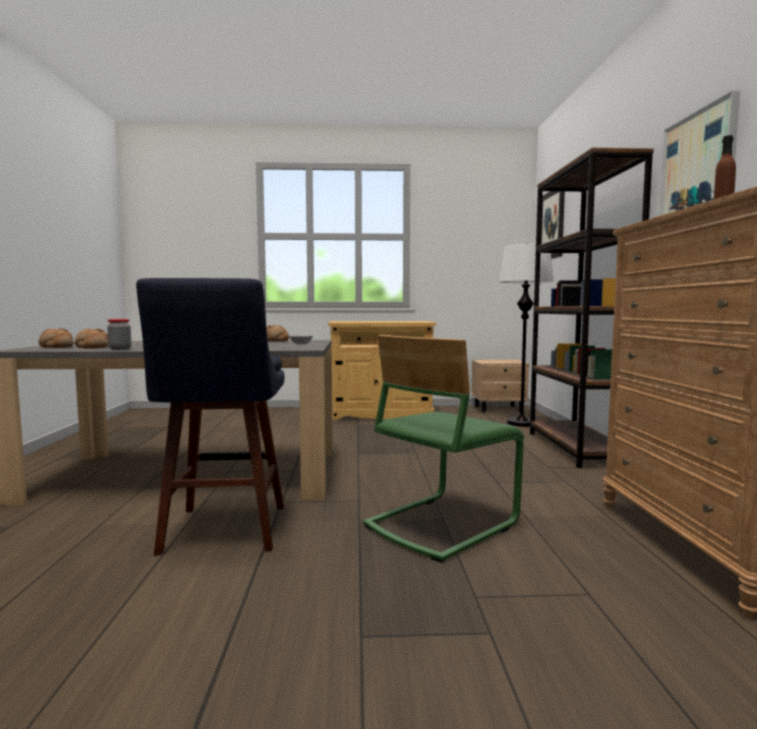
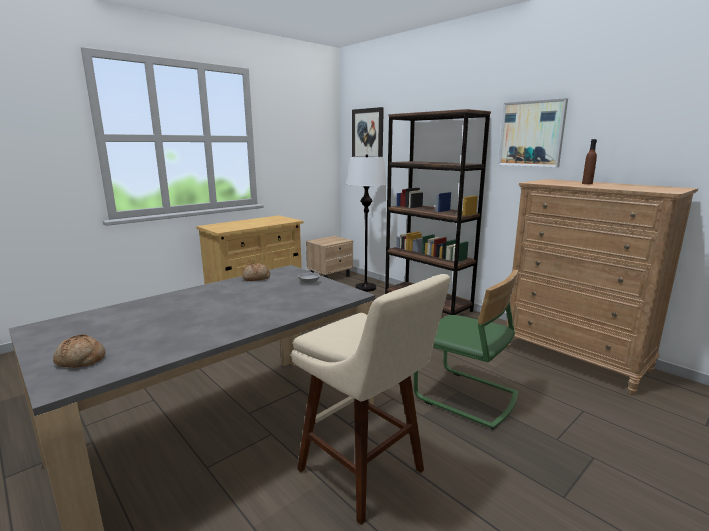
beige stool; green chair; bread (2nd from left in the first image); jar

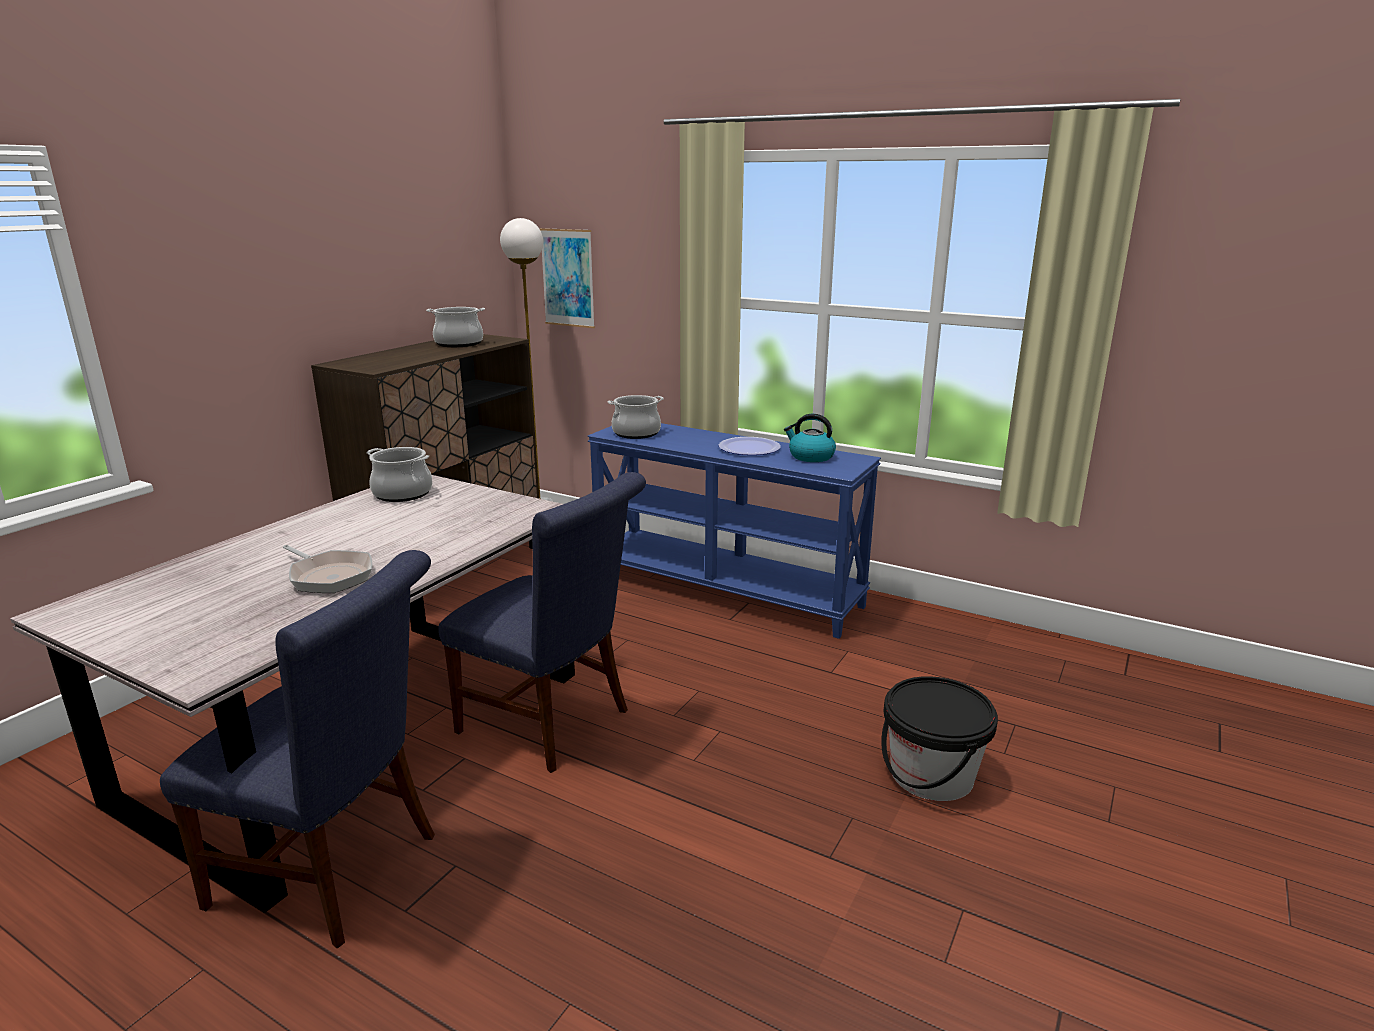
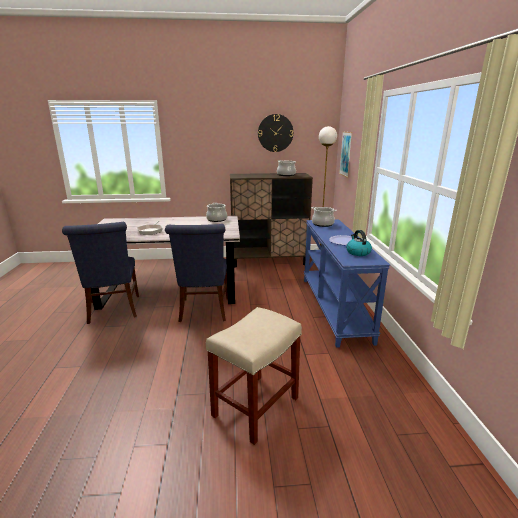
beige stool; wall clock

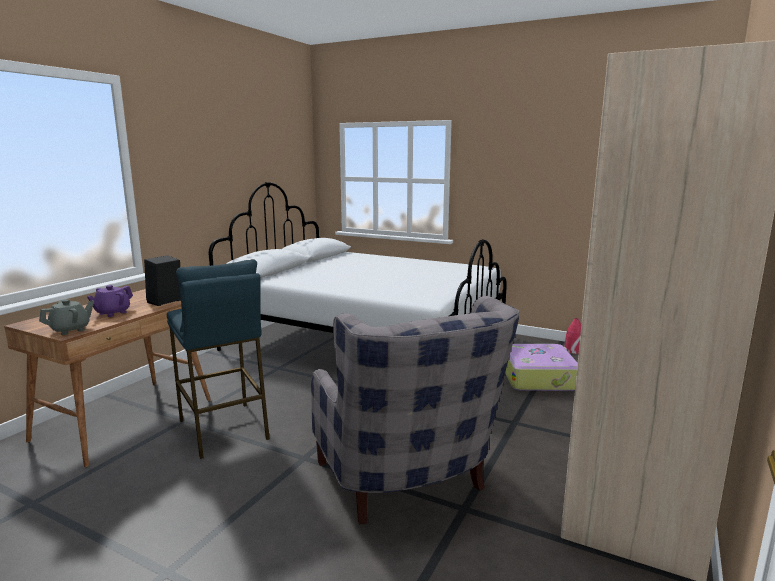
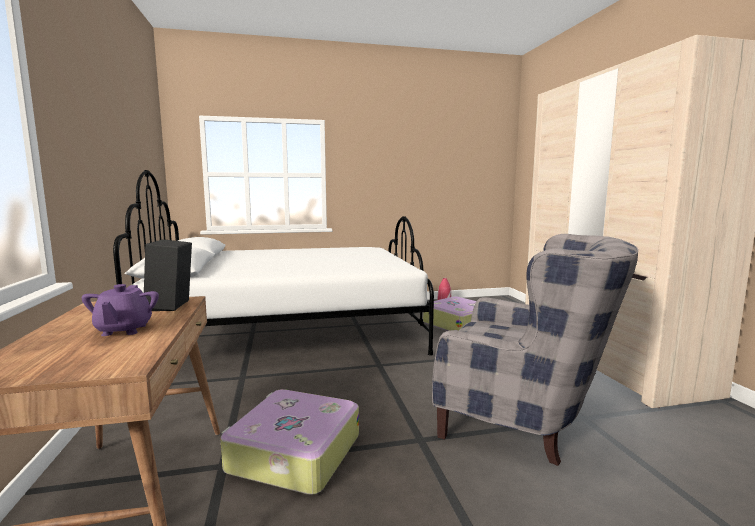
suitcase (1st from left); grey teapot

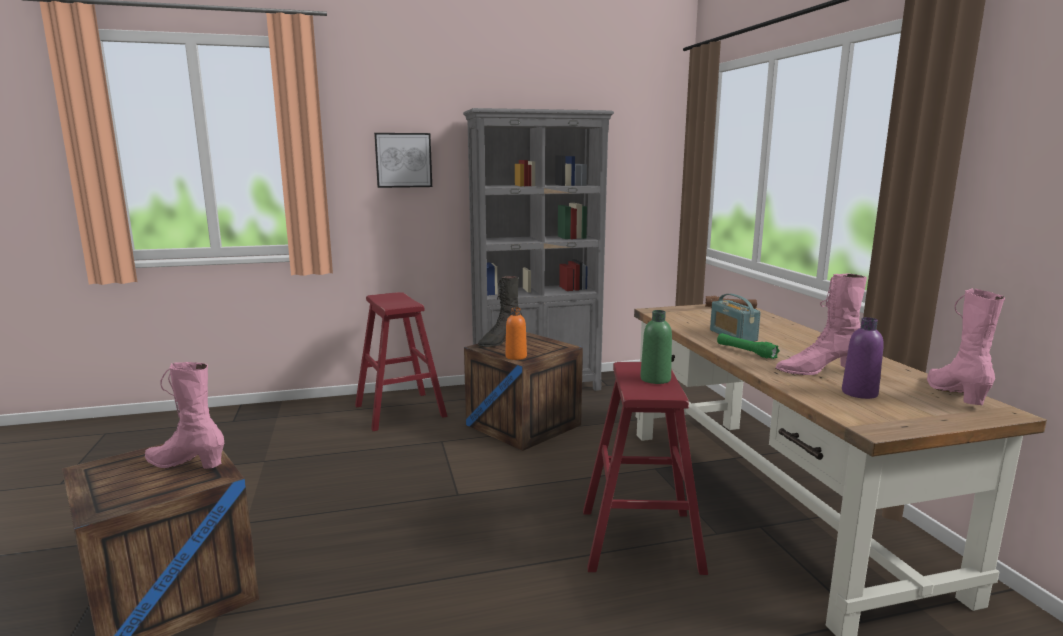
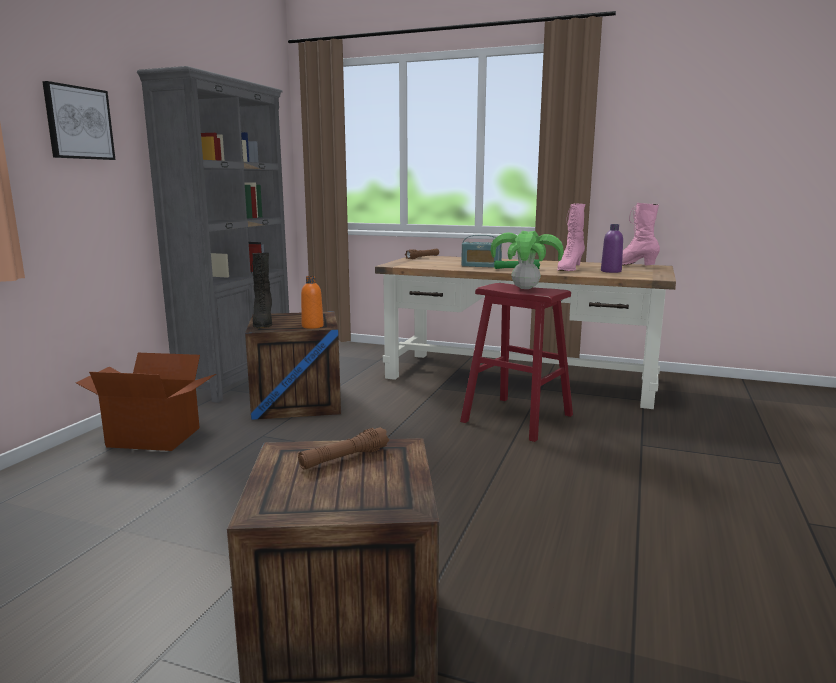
cardboard box; brown flashlight (1st from left); potted plant

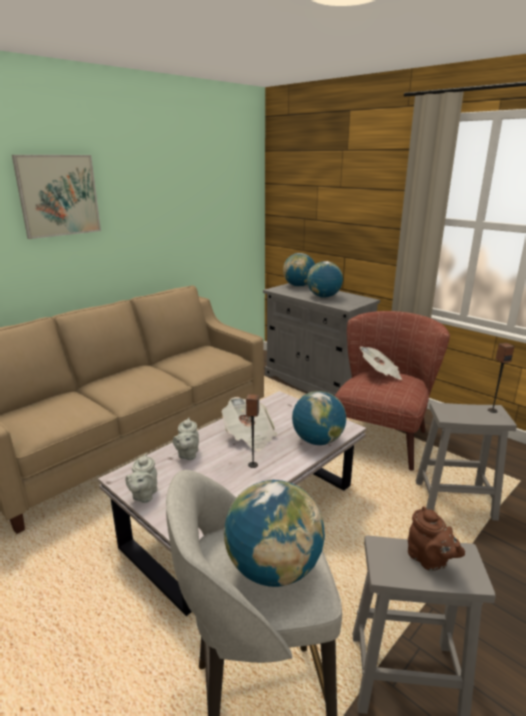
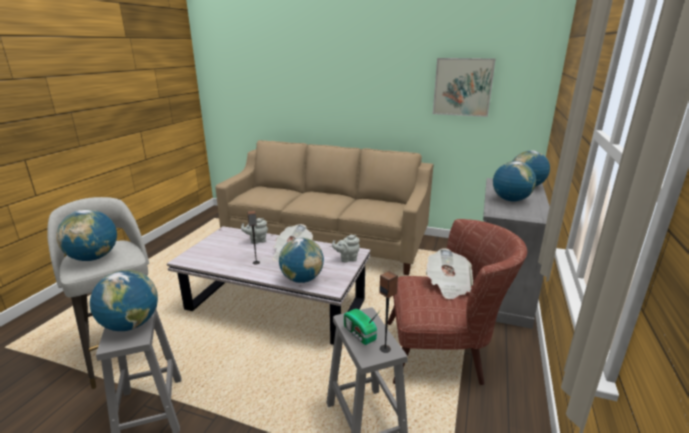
globe (2nd from left); grey teapot (2nd from left); radio; picture

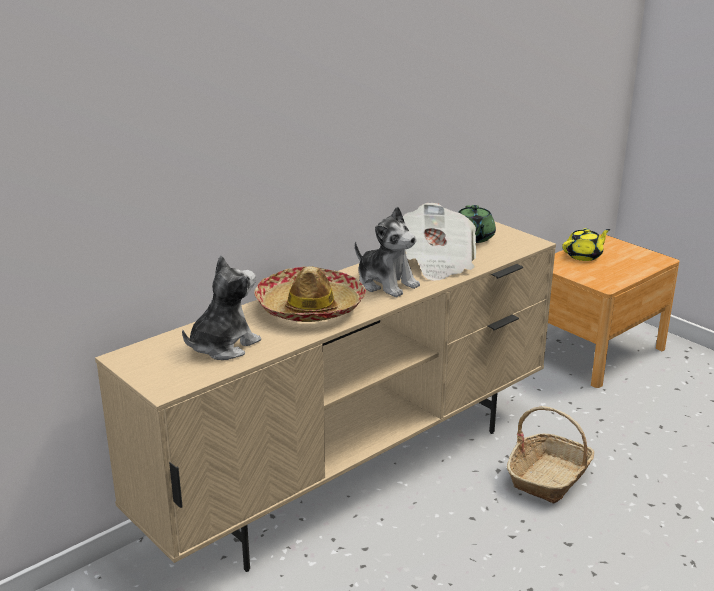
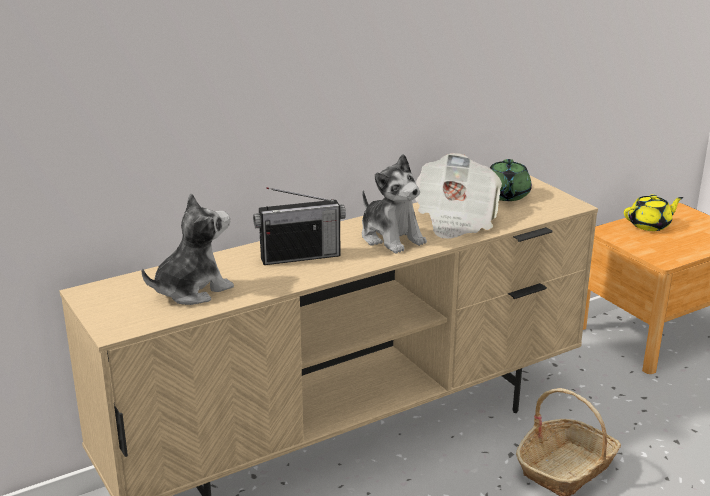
radio

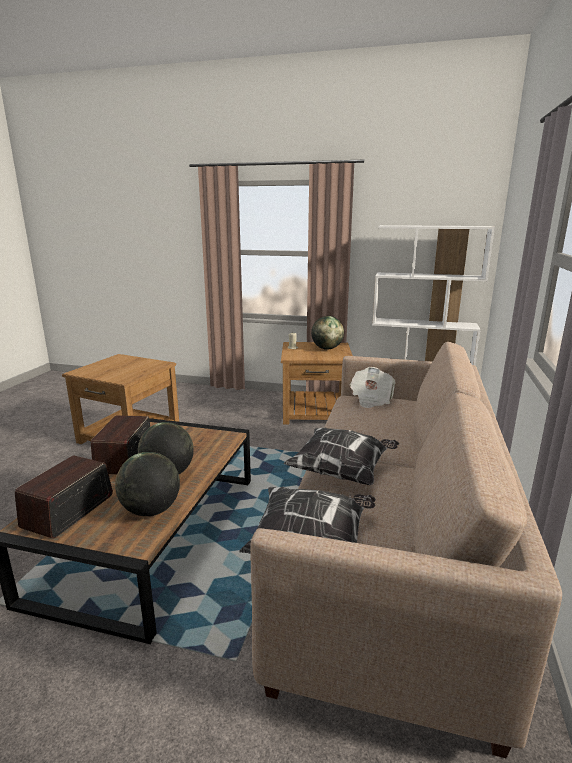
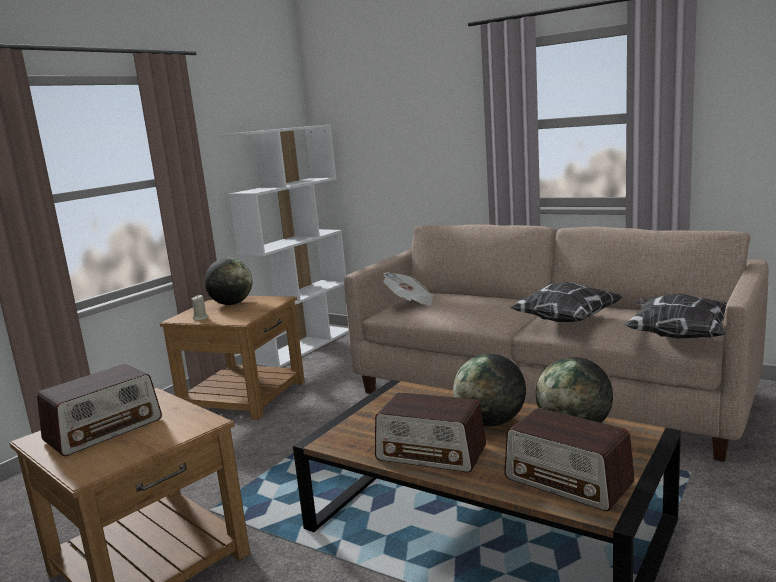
radio (1st from left)

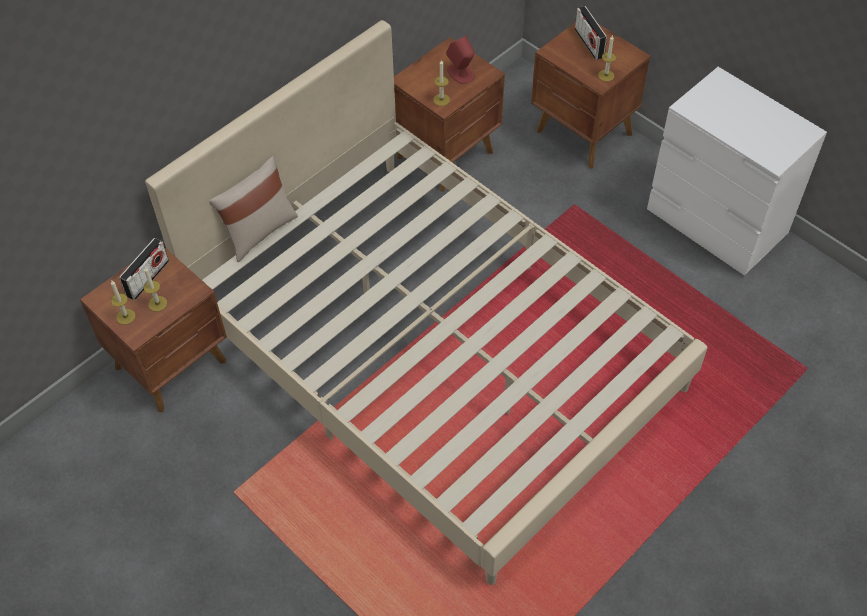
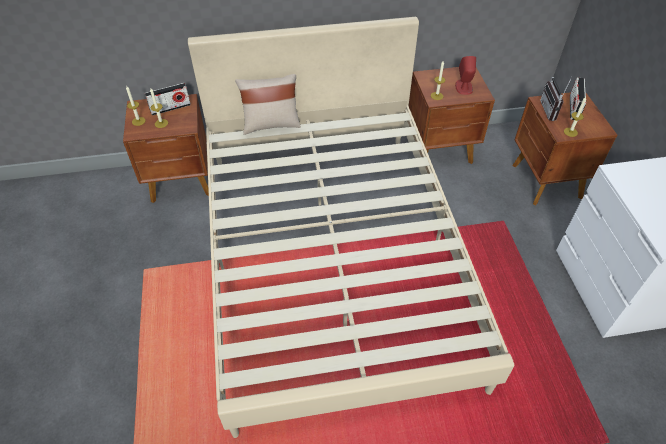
radio (2nd from left)

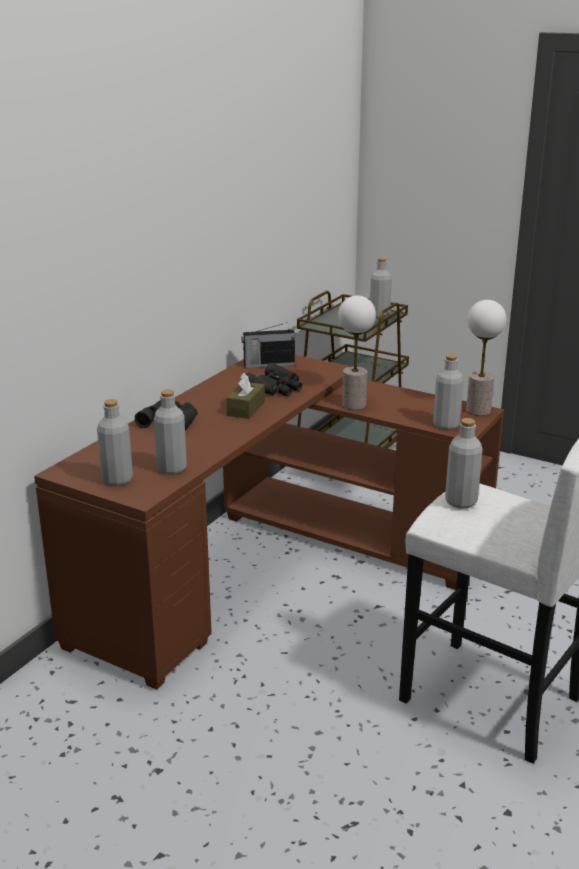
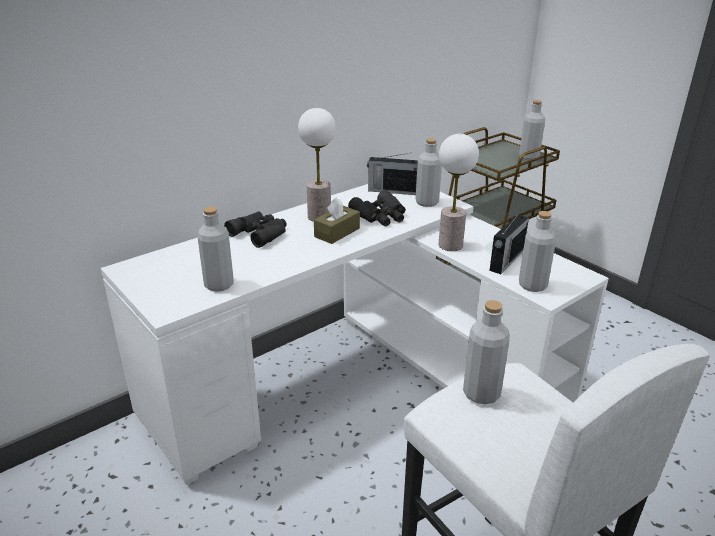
white desk; table lamp (1st from left); grey bottle (2nd from left); radio (2nd from left)

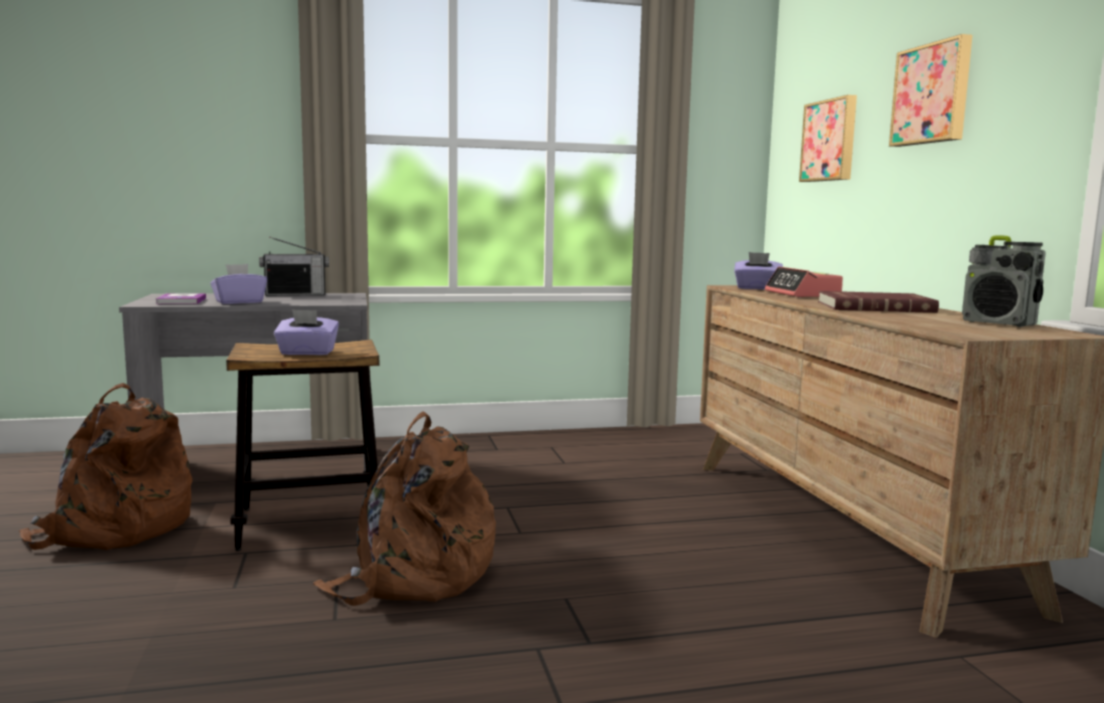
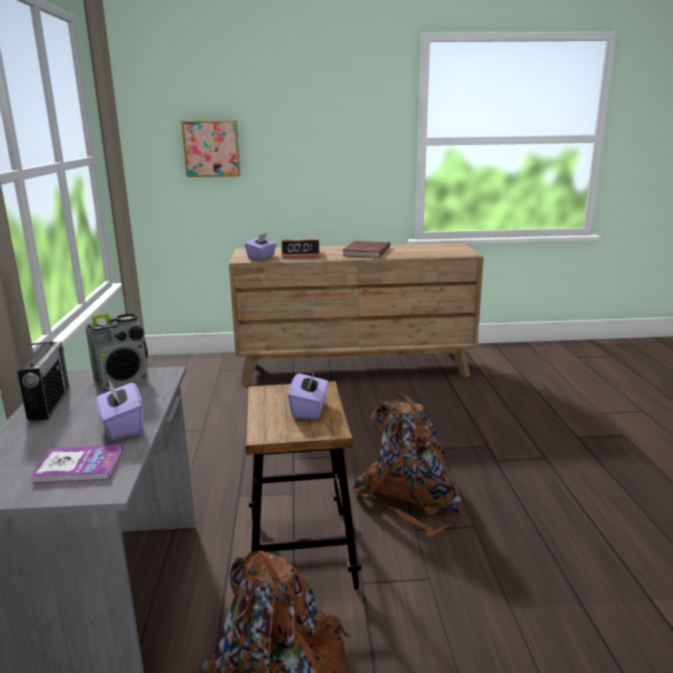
radio (2nd from left); picture (2nd from left in the first image)

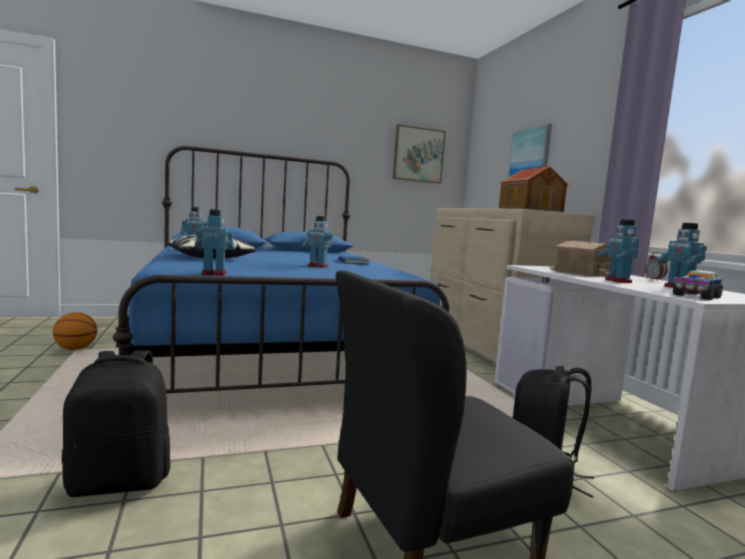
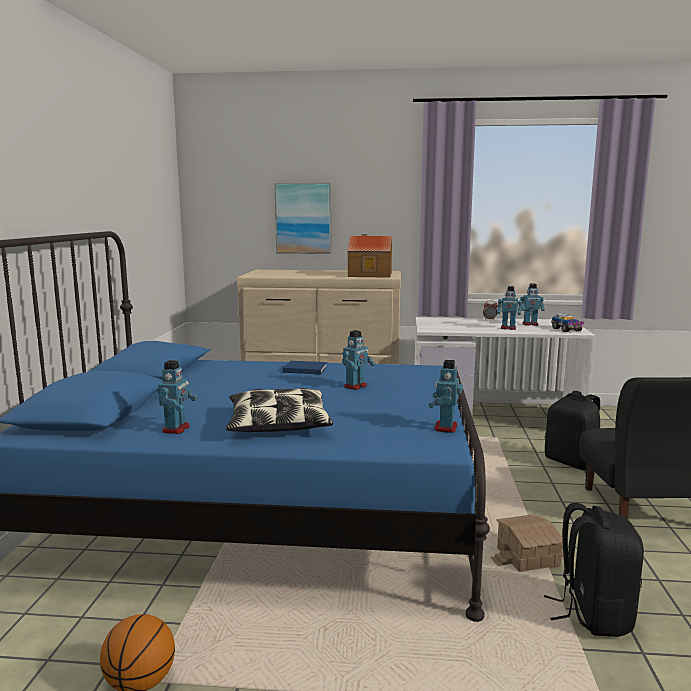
toy house (2nd from left); picture (1st from left in the first image)

